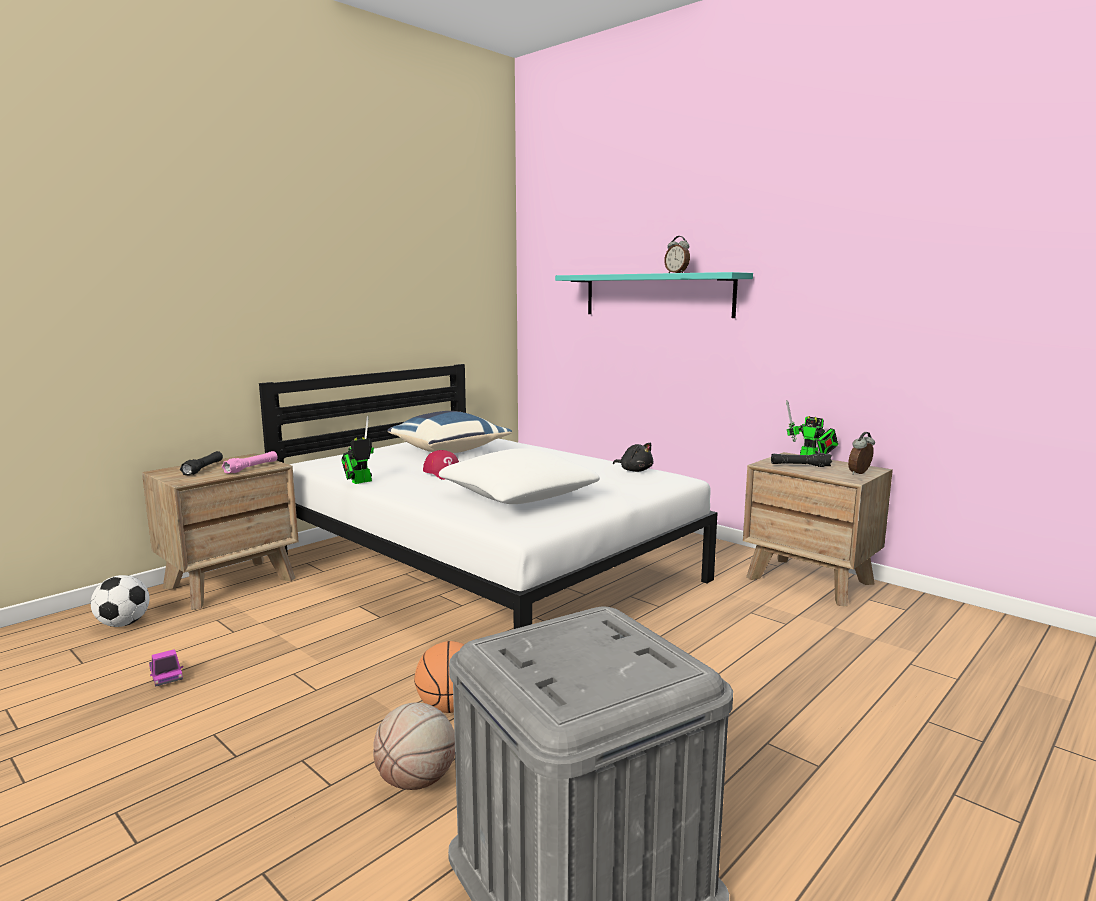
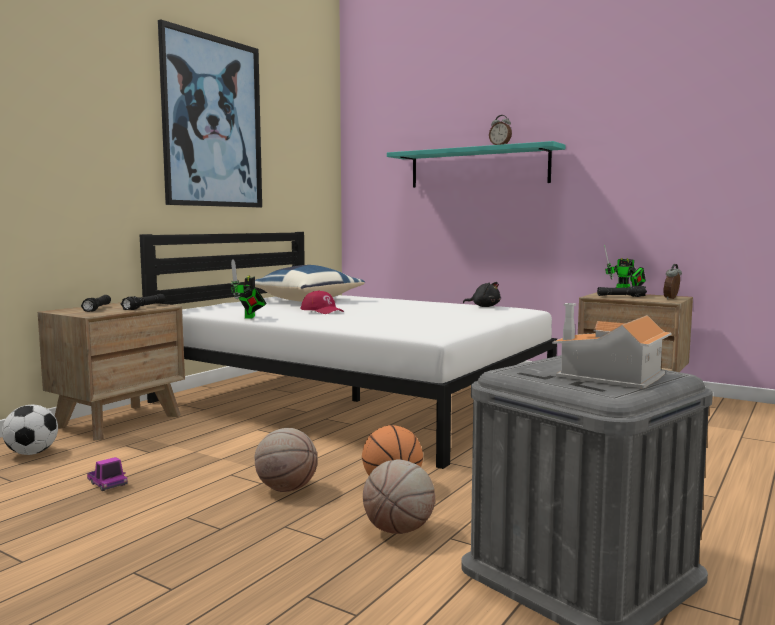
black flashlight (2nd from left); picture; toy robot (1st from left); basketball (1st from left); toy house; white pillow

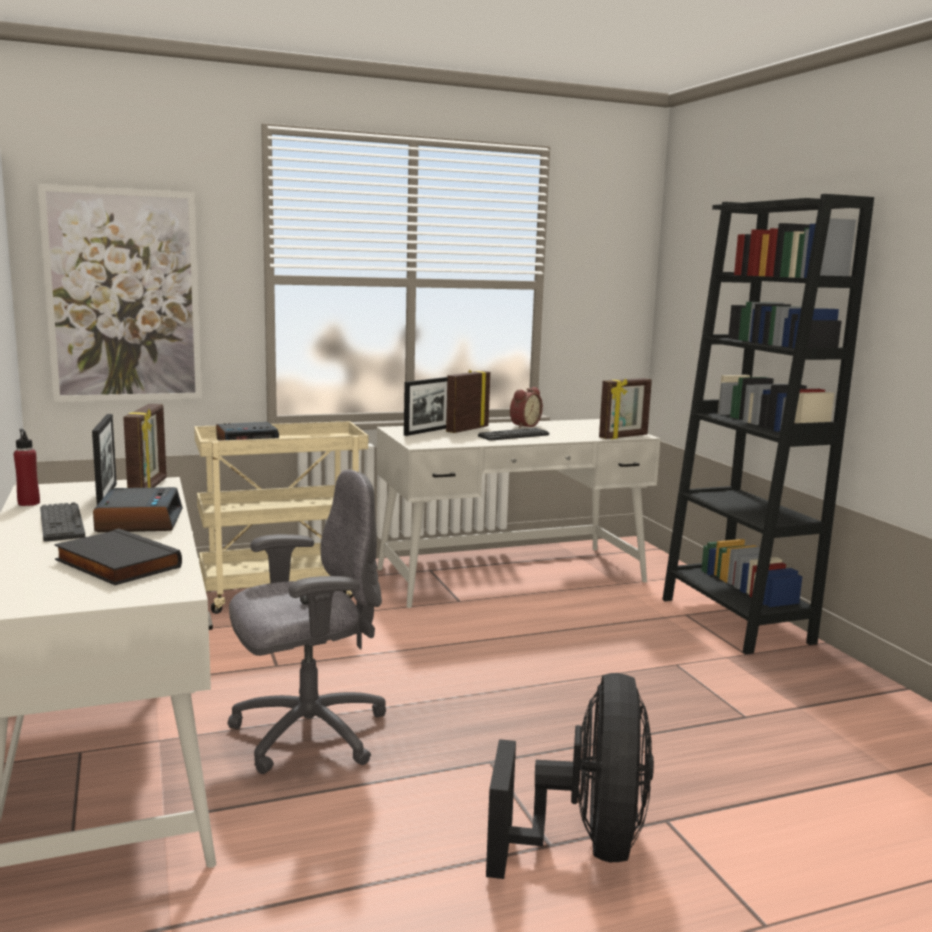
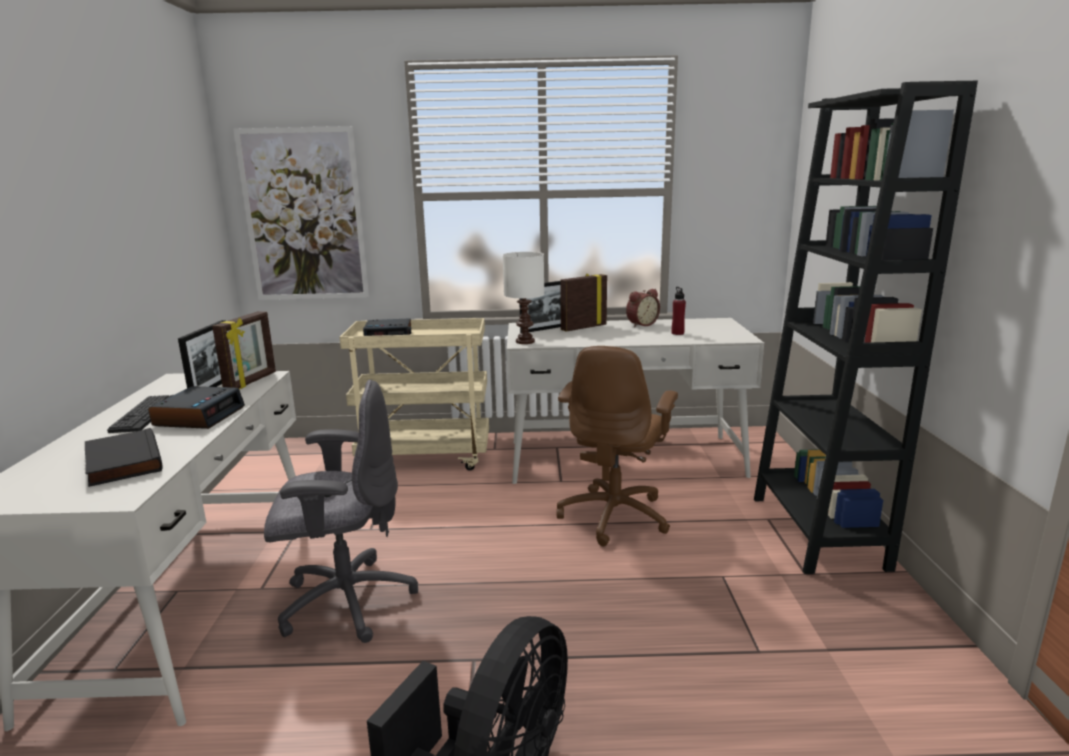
white table lamp; brown office chair; red bottle; keyboard (2nd from left in the first image); picture frame (5th from left in the first image)

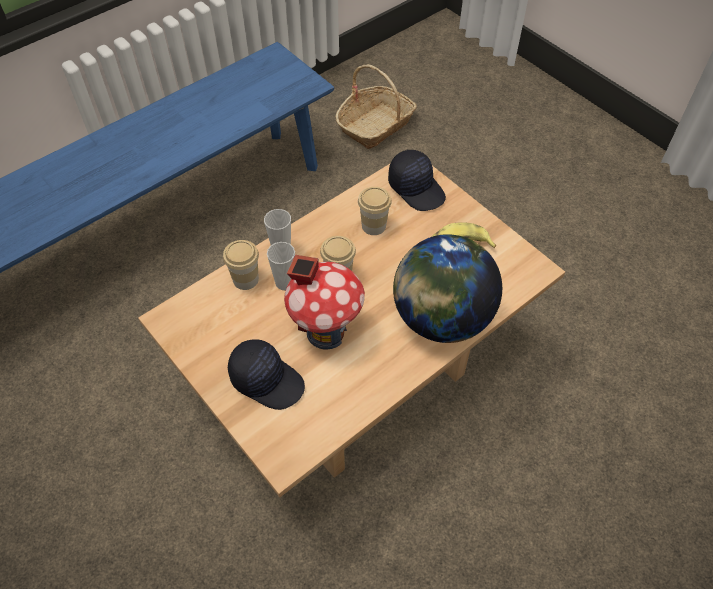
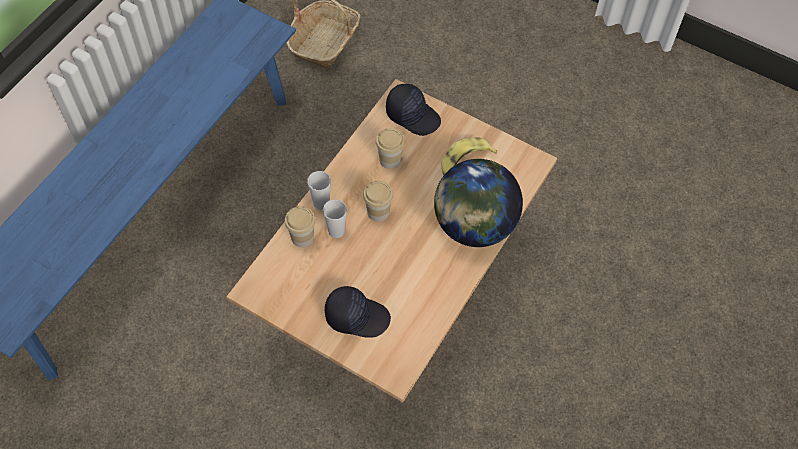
toy house

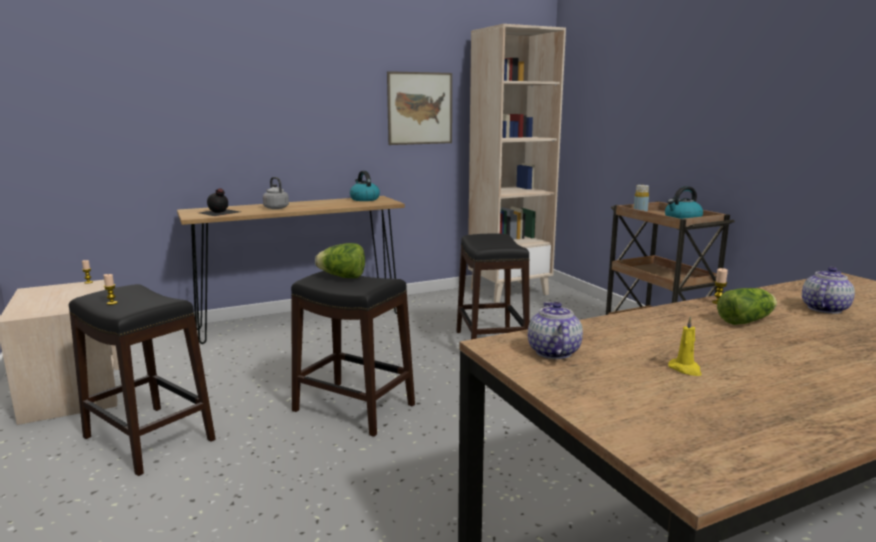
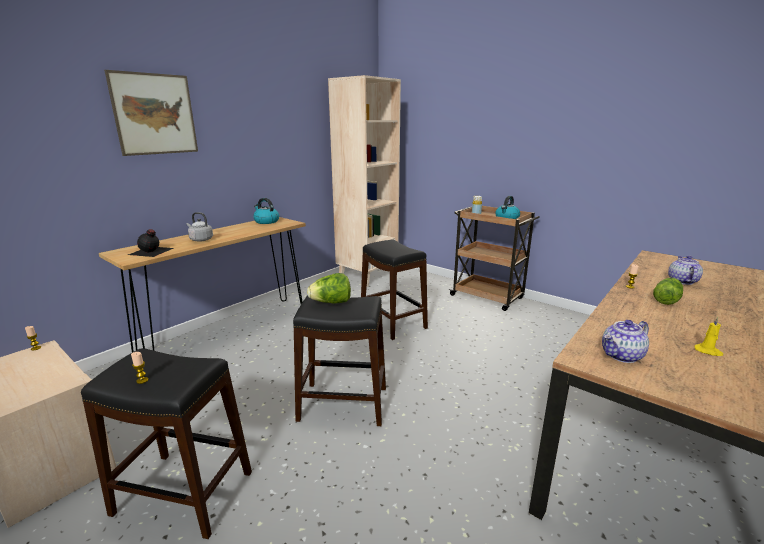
picture; teapot (1st from left)

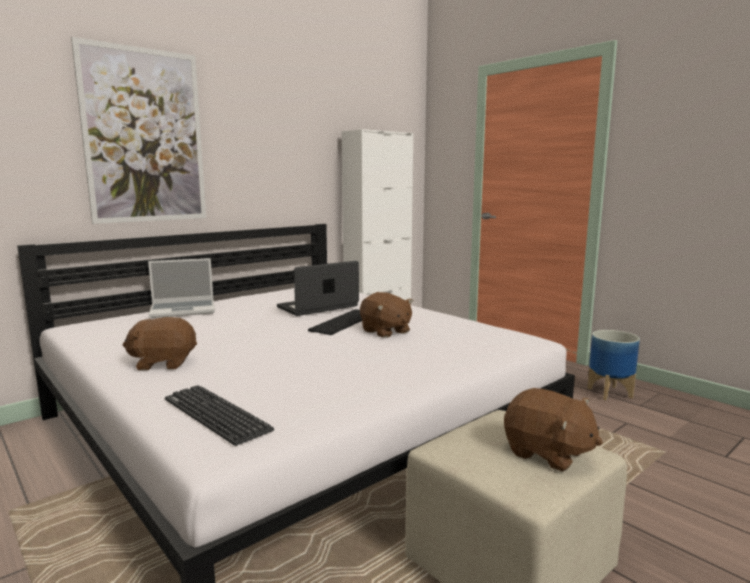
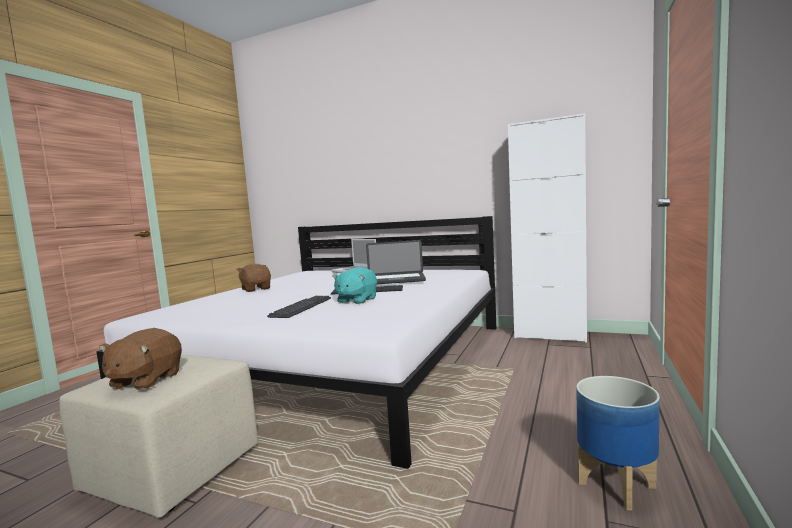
keyboard (1st from left); turquoise plush toy; laptop (2nd from left); picture

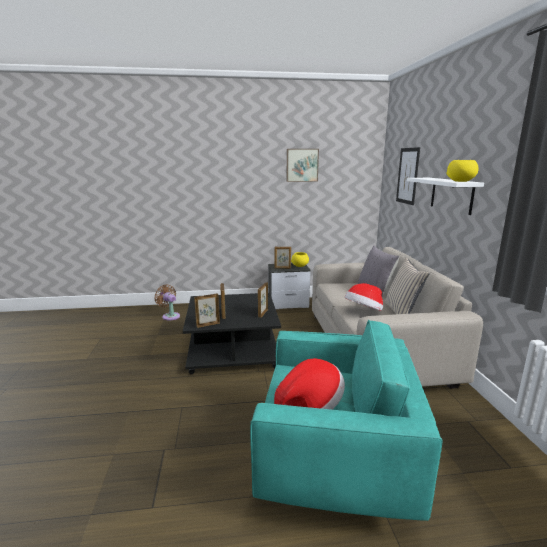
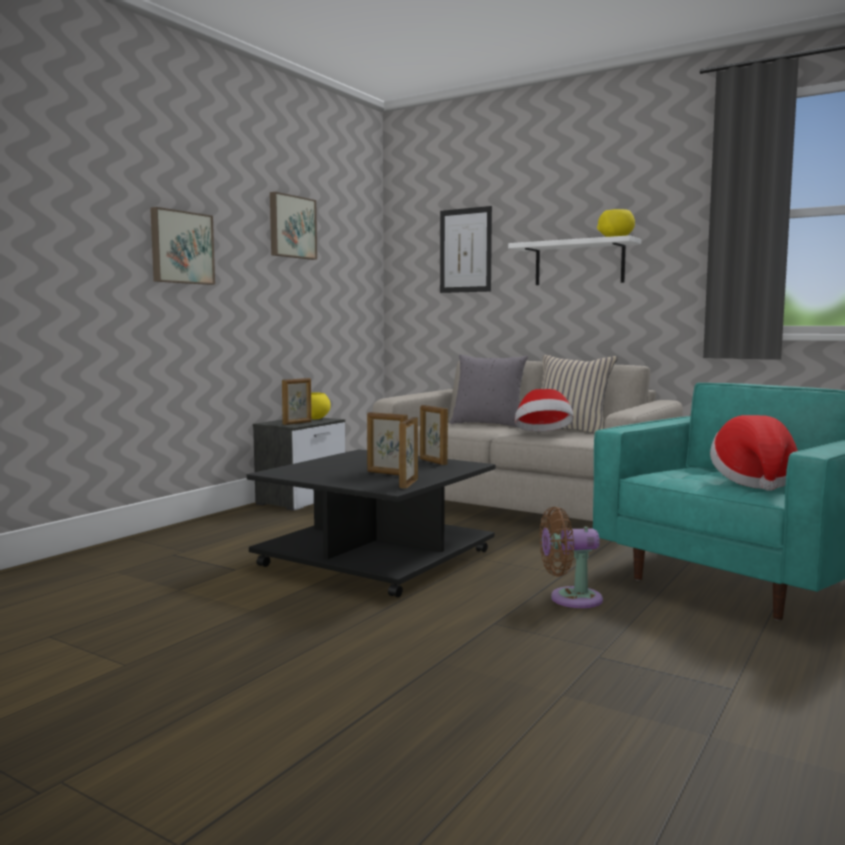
picture (1st from left); brown fan

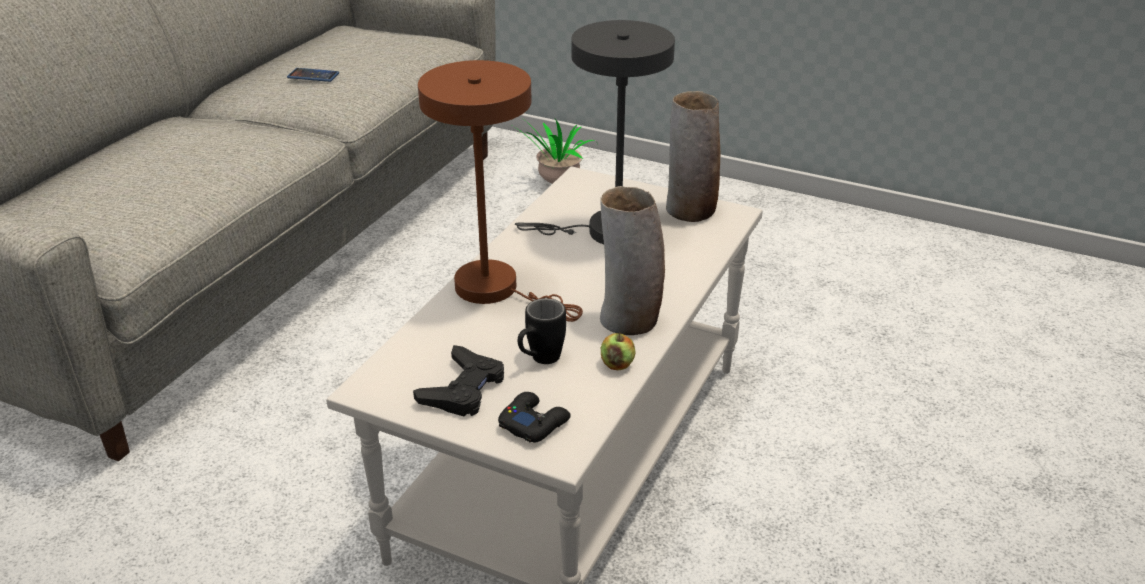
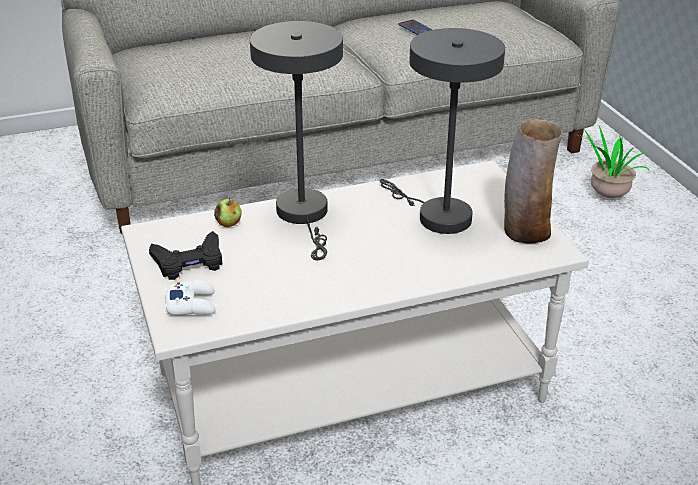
white game controller; apple; grey table lamp (1st from left); black mug; vase (1st from left in the first image)

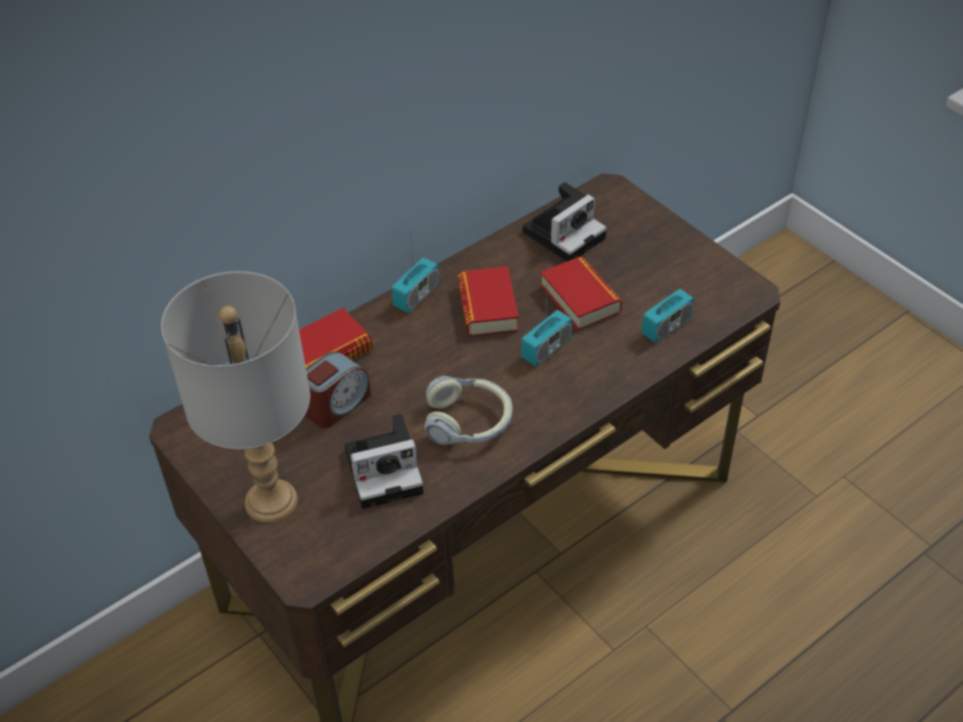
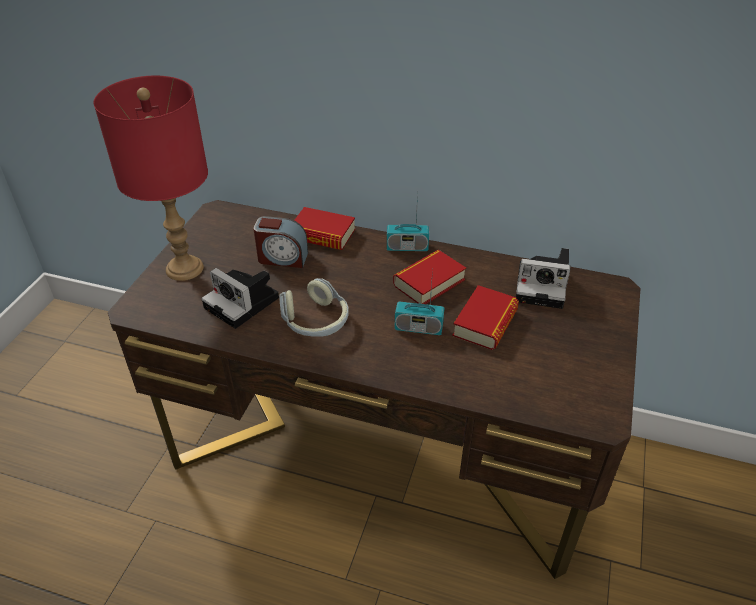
red table lamp; radio (3rd from left in the first image)

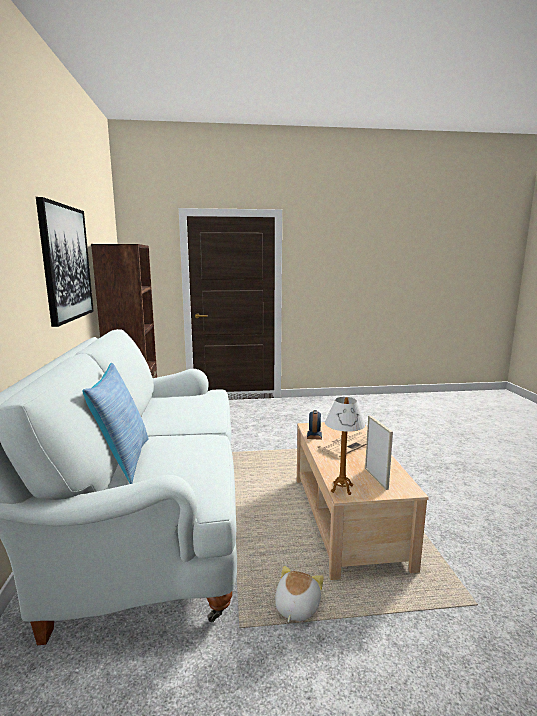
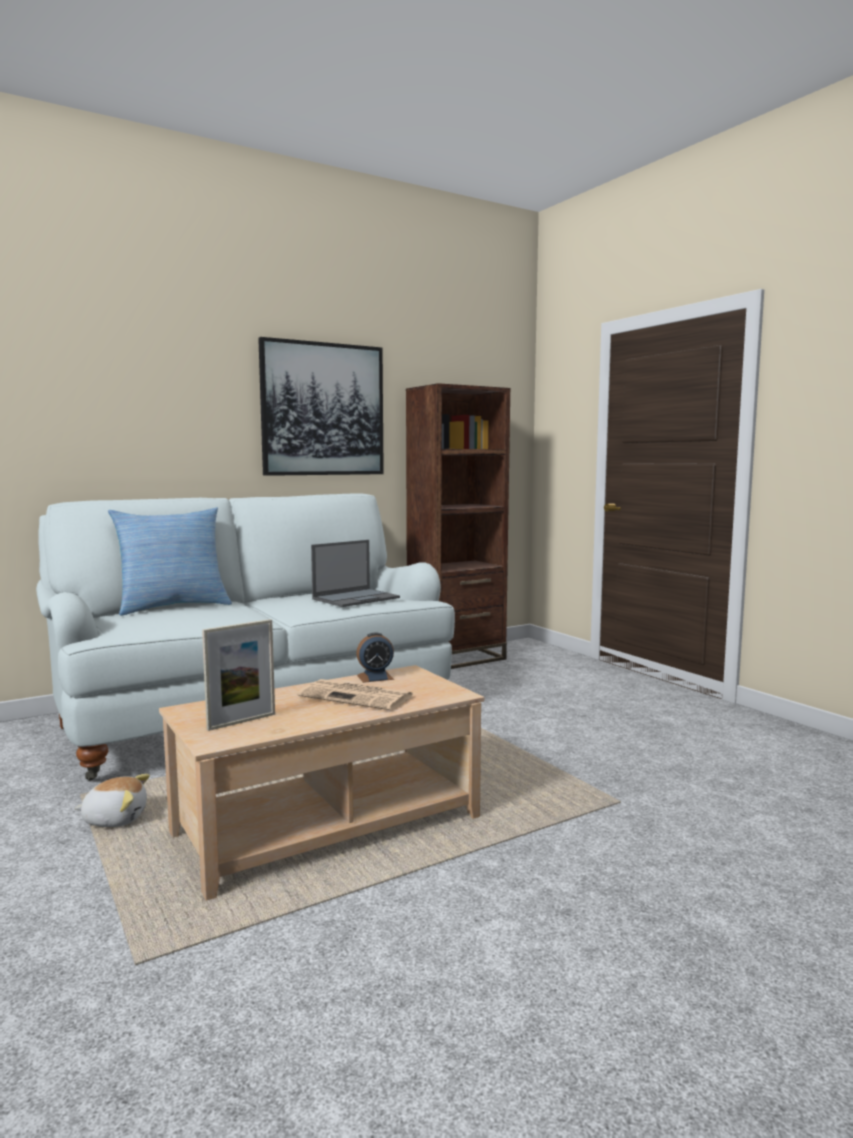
laptop; table lamp

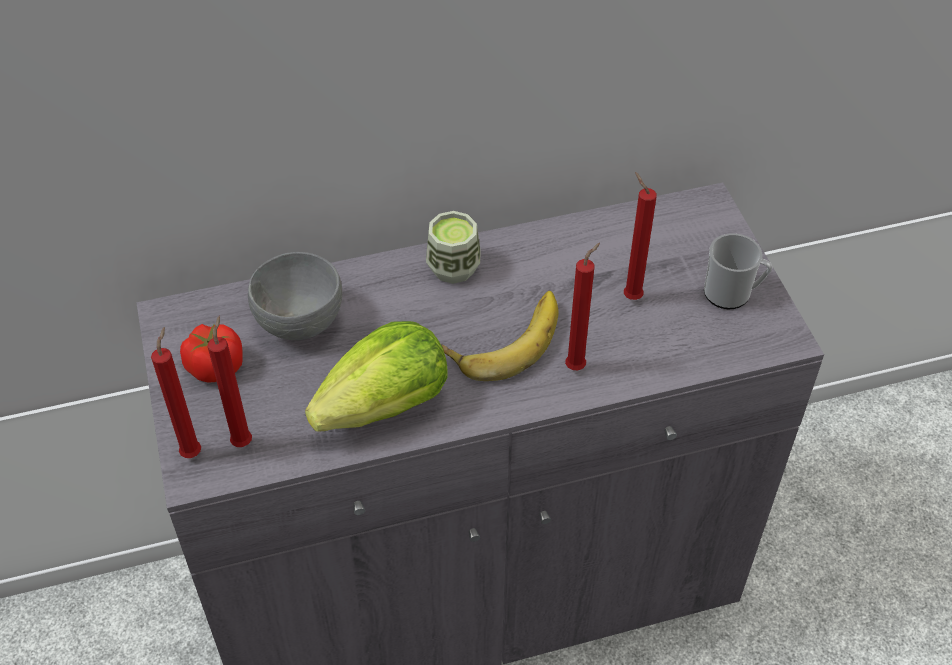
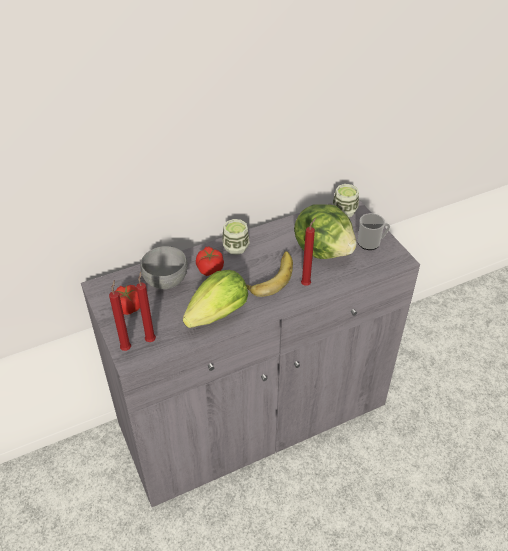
tomato (2nd from left); lettuce (2nd from left); cup (2nd from left)

